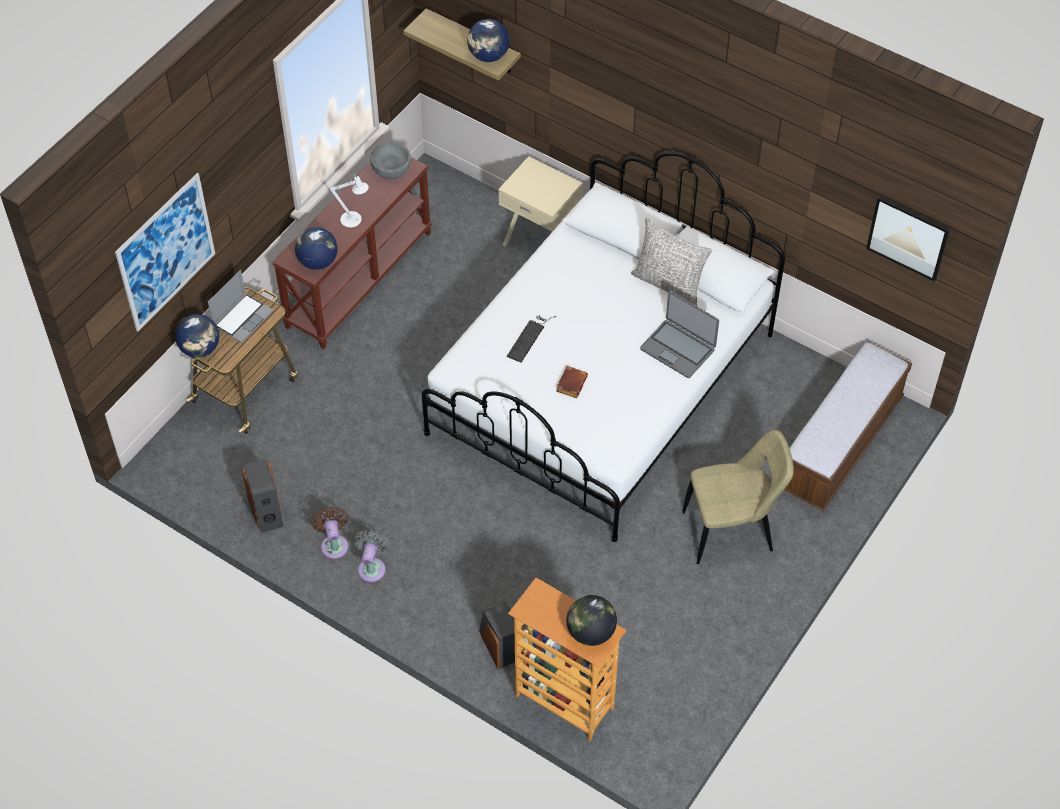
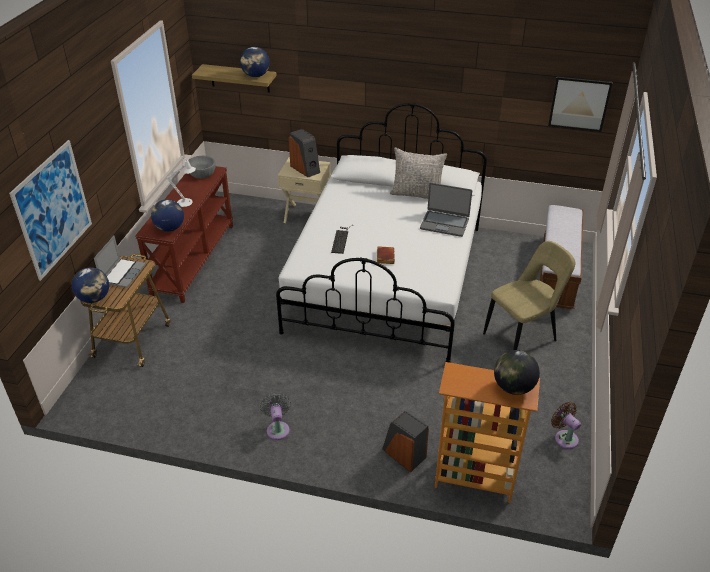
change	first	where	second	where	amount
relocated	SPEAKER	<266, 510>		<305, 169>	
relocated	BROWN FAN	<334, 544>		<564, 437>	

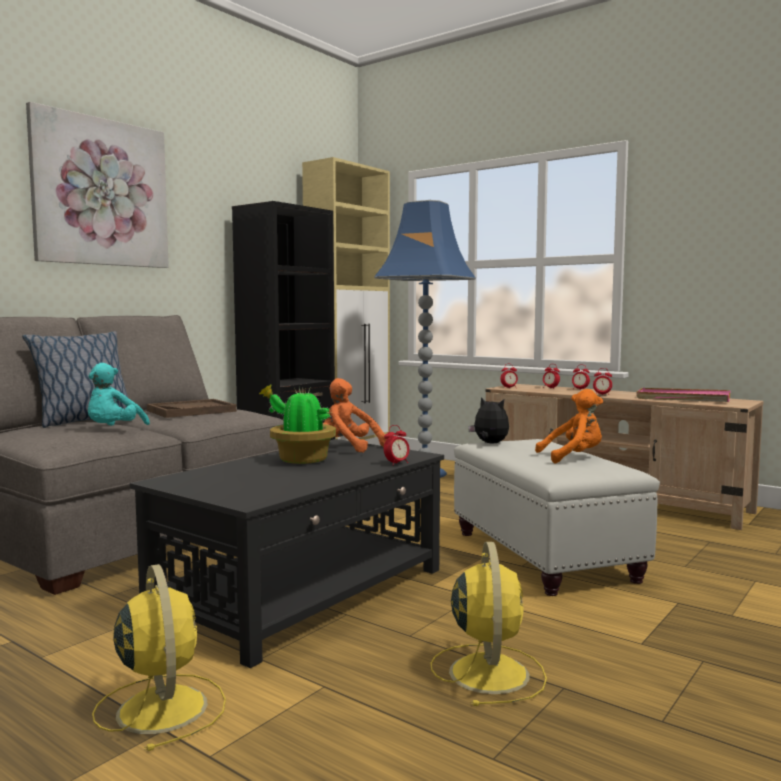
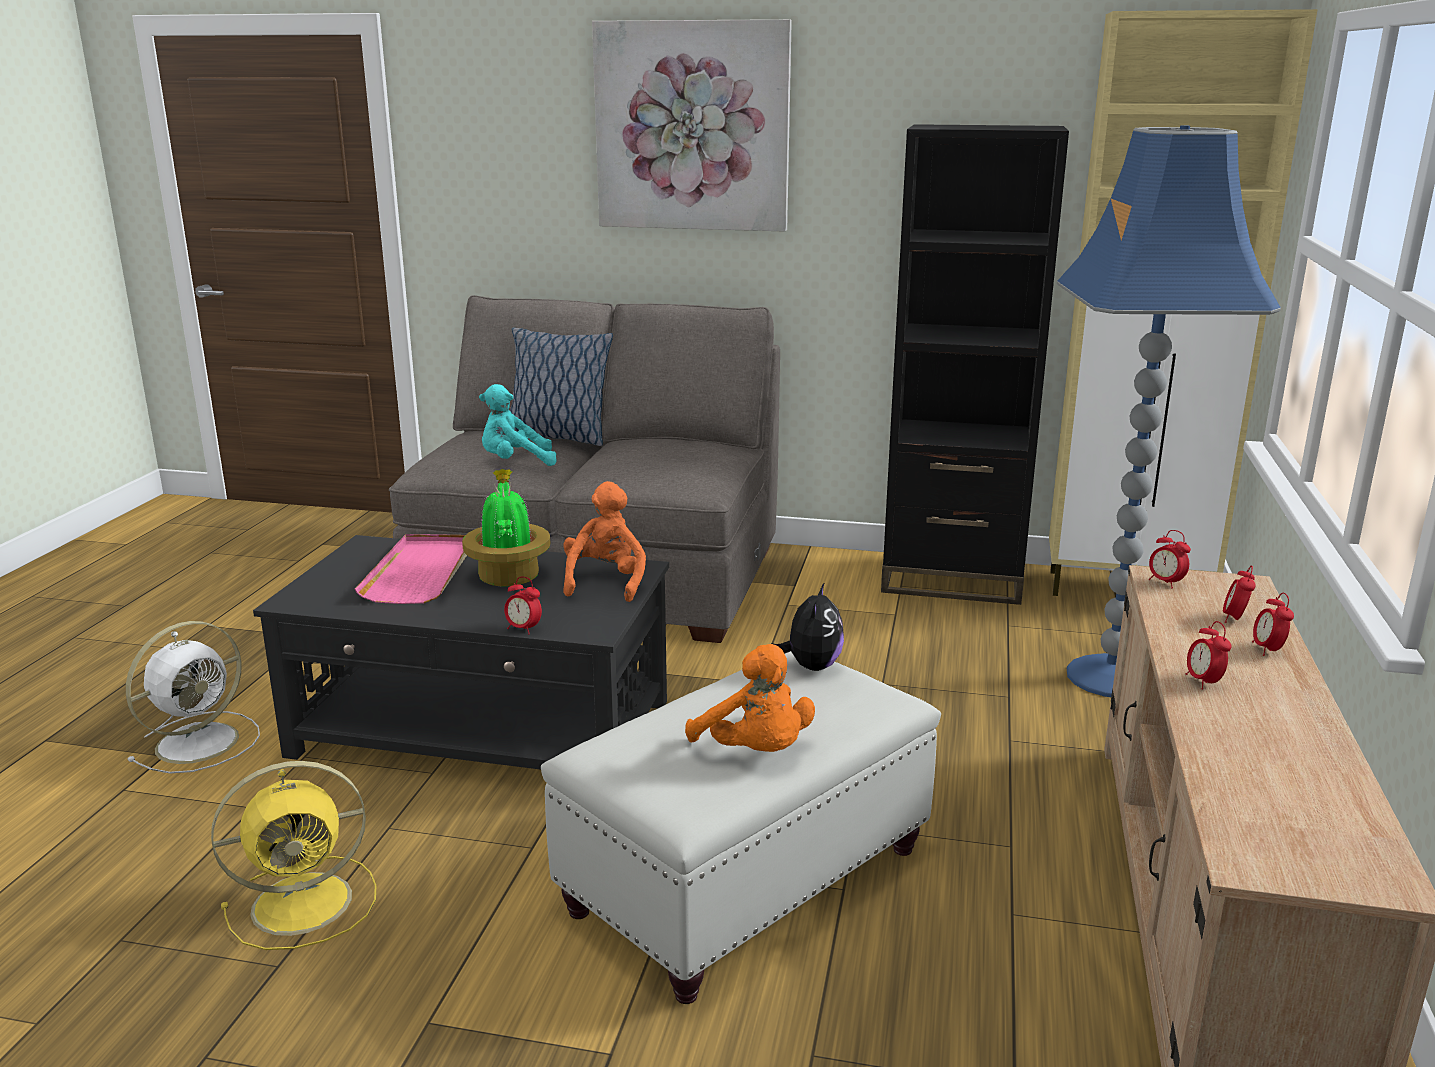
change	first	where	second	where	amount
colour	YELLOW FAN	<161, 707>	WHITE FAN	<201, 741>	
missing	BROWN TRAY	<191, 411>			
relocated	PINK TRAY	<682, 398>		<421, 572>	

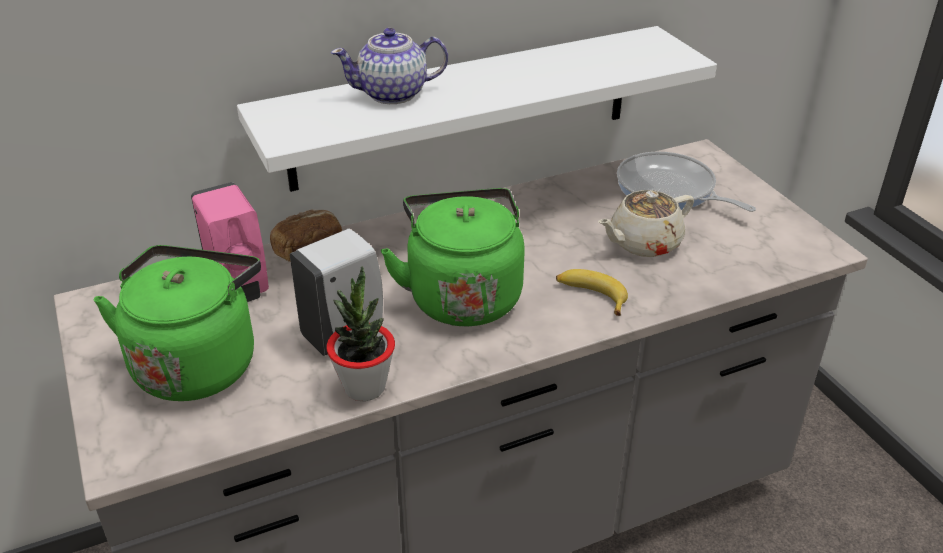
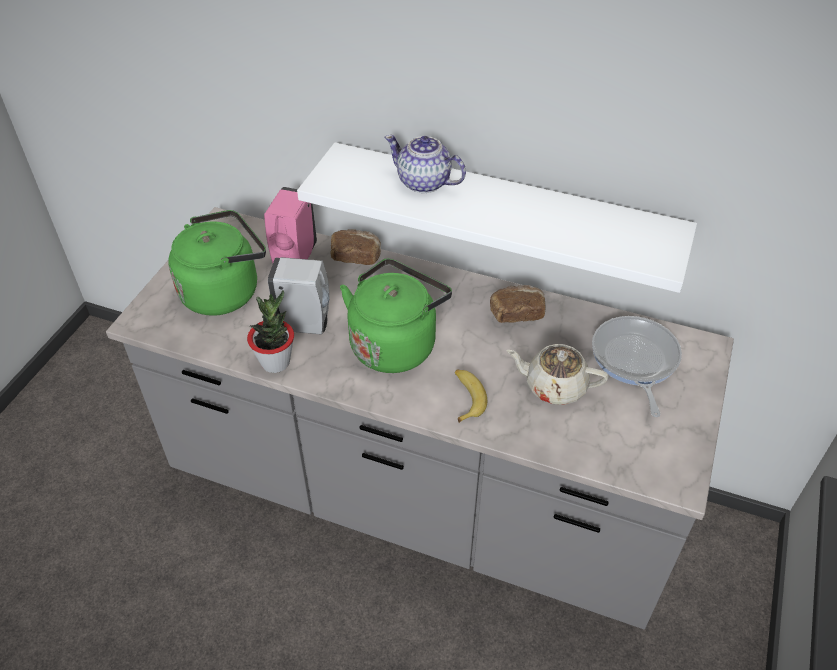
change	first	where	second	where	amount
appeared			BREAD	<516, 313>	

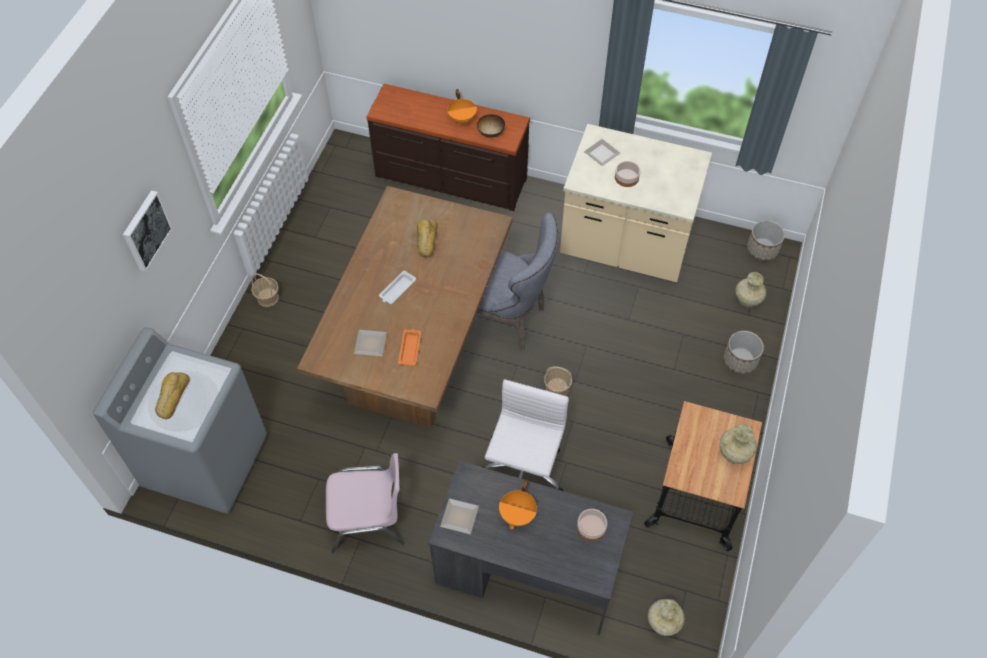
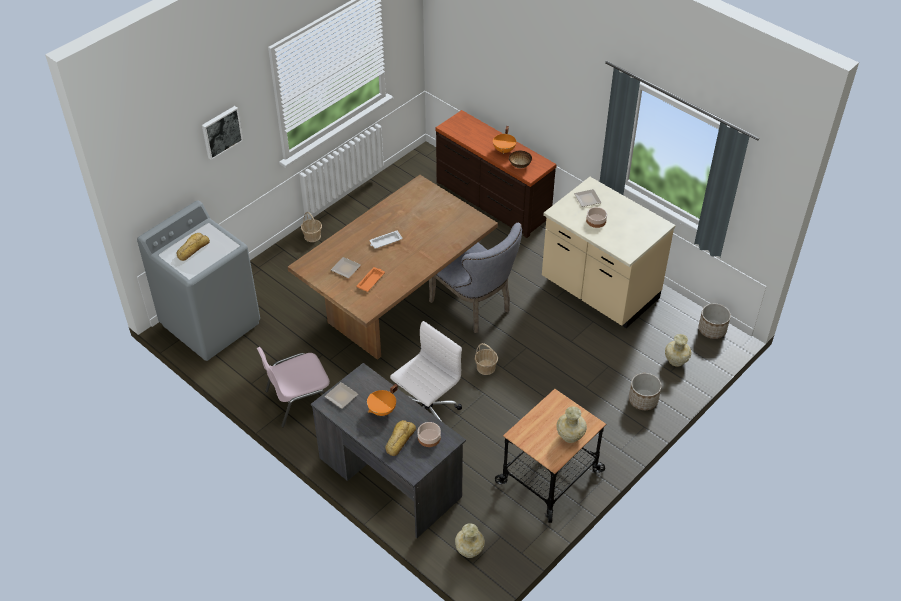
change	first	where	second	where	amount
spun	PINK CHAIR	<369, 517>		<299, 400>	135 degrees clockwise
relocated	BREAD	<426, 240>		<399, 440>	

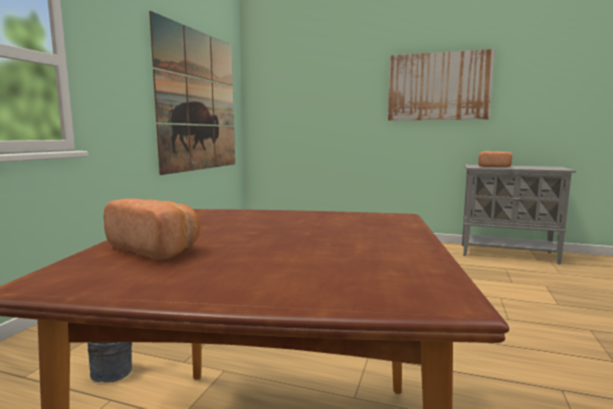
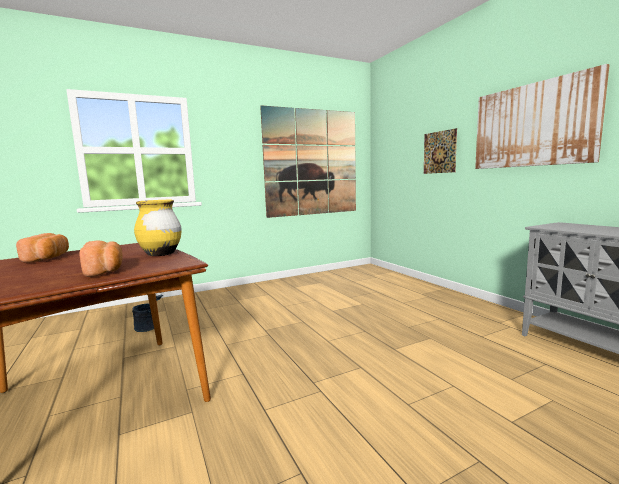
change	first	where	second	where	amount
relocated	BREAD	<493, 166>		<105, 271>	
appeared			YELLOW VASE	<161, 254>	
appeared			PICTURE	<439, 152>	

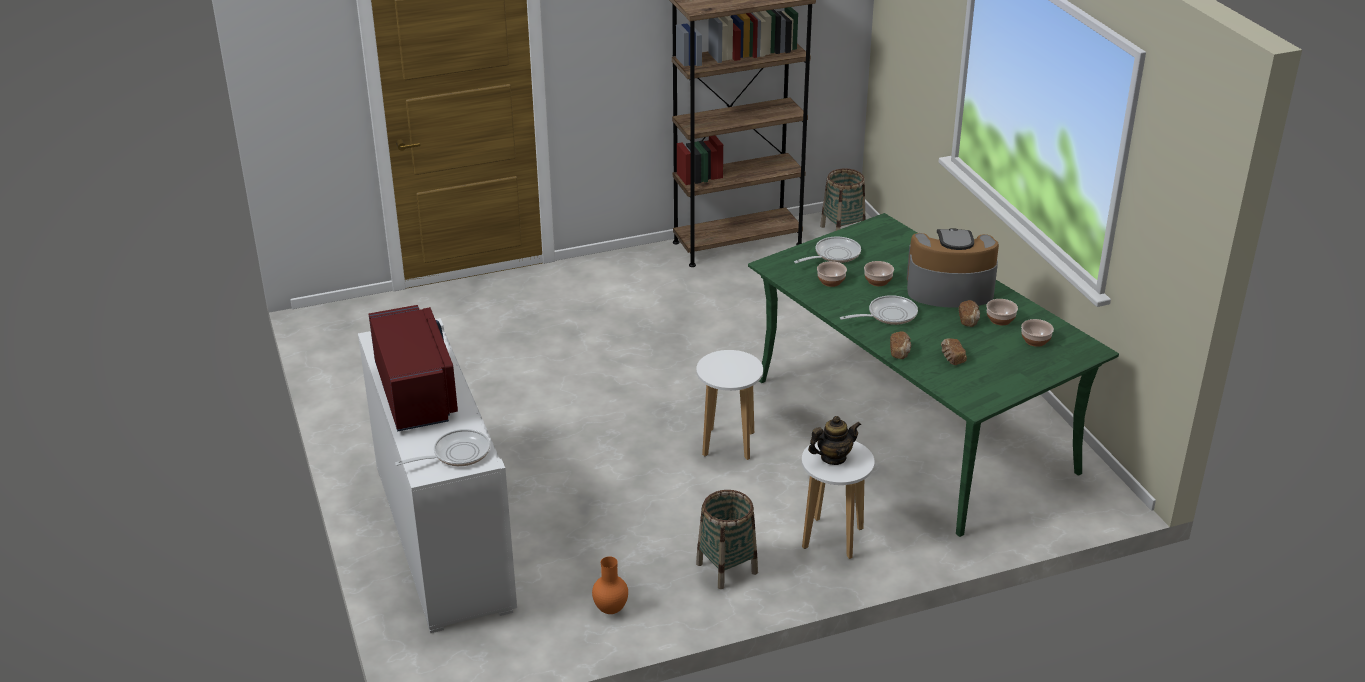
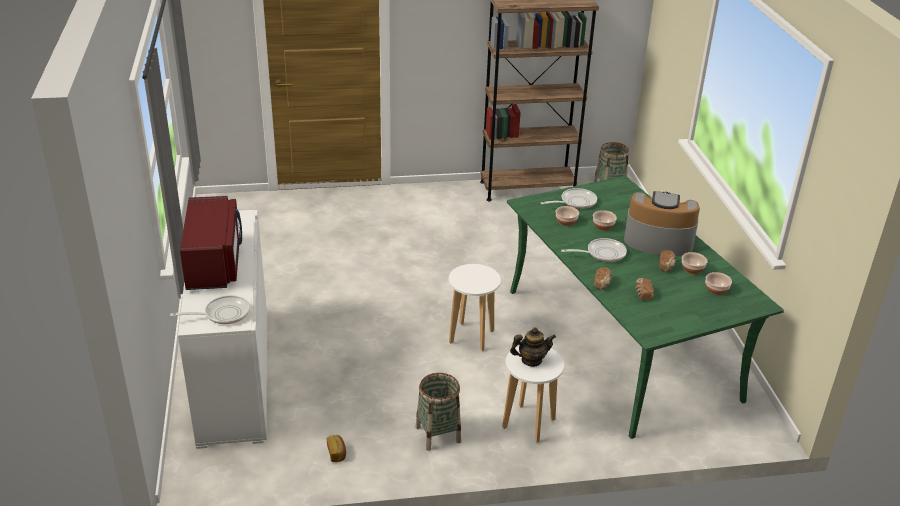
change	first	where	second	where	amount
exchanged	ORANGE VASE	<610, 610>	BREAD	<337, 453>	

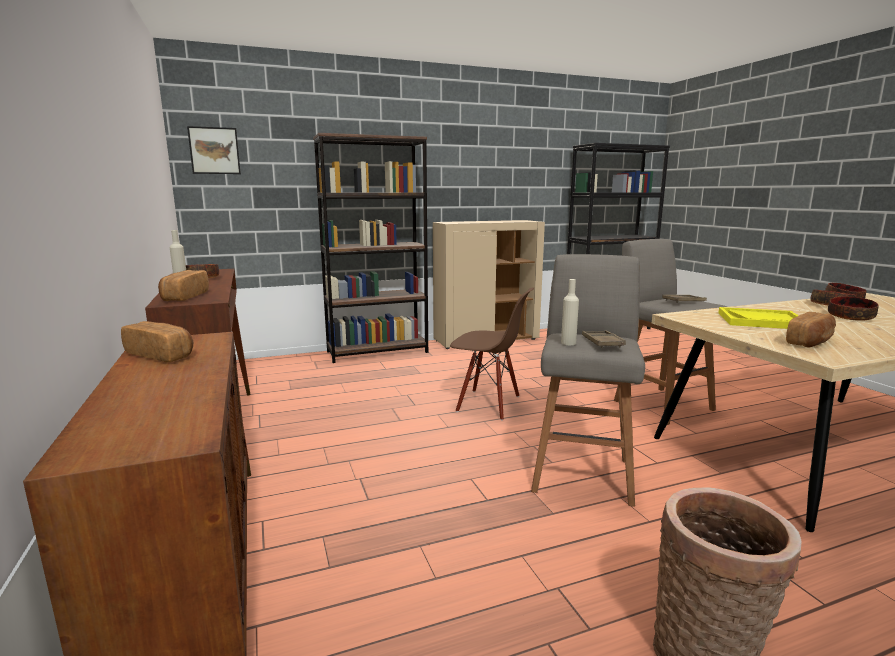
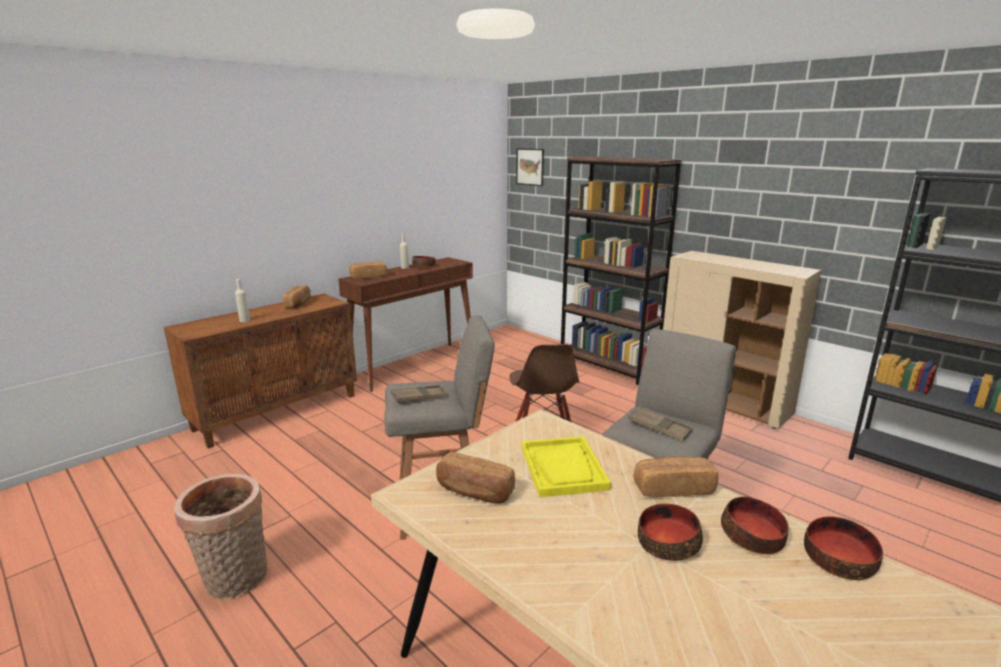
change	first	where	second	where	amount
relocated	BEIGE BOTTLE	<568, 343>		<244, 320>	
appeared			BREAD	<673, 488>	

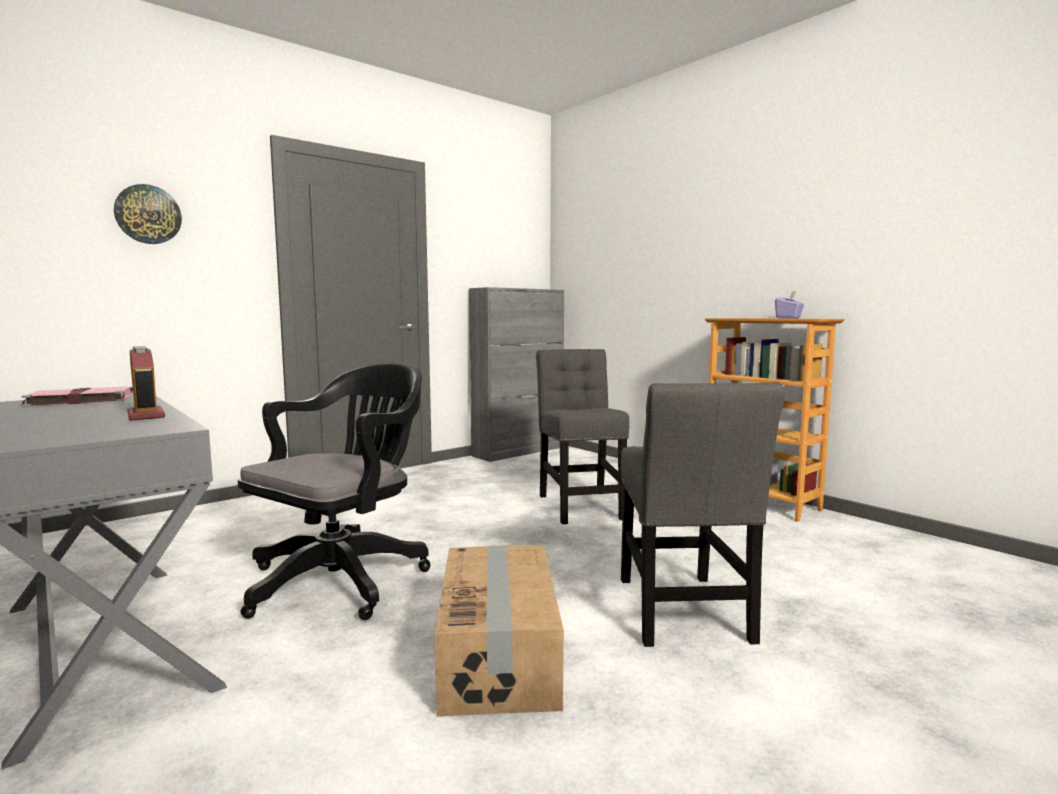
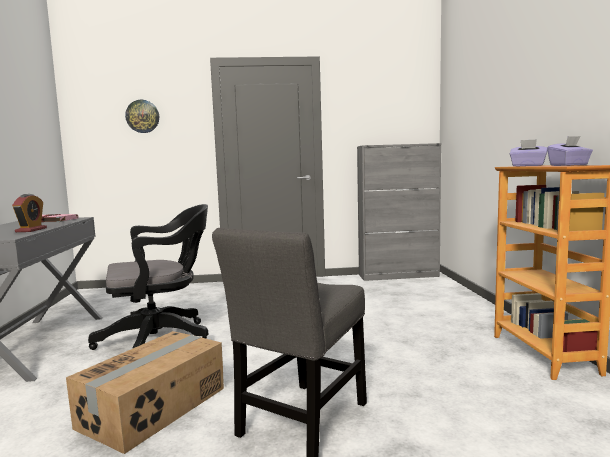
change	first	where	second	where	amount
missing	GREY CHAIR	<580, 505>			
appeared			PURPLE TISSUE BOX	<527, 166>	

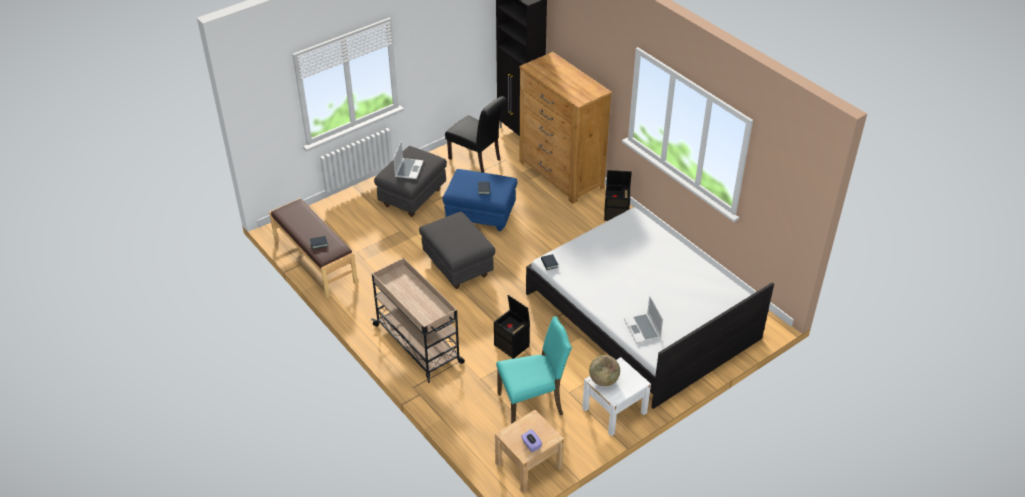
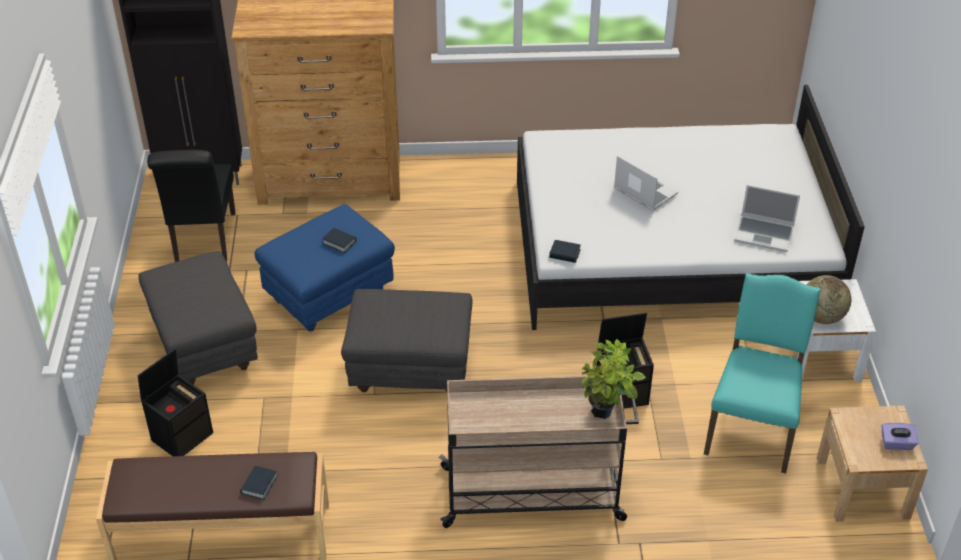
change	first	where	second	where	amount
relocated	LAPTOP	<408, 169>		<644, 192>	
spun	BLACK CHAIR	<477, 160>		<203, 241>	105 degrees clockwise
relocated	BLACK STORAGE BOX	<616, 214>		<182, 435>	
appeared			POTTED PLANT	<606, 415>	

